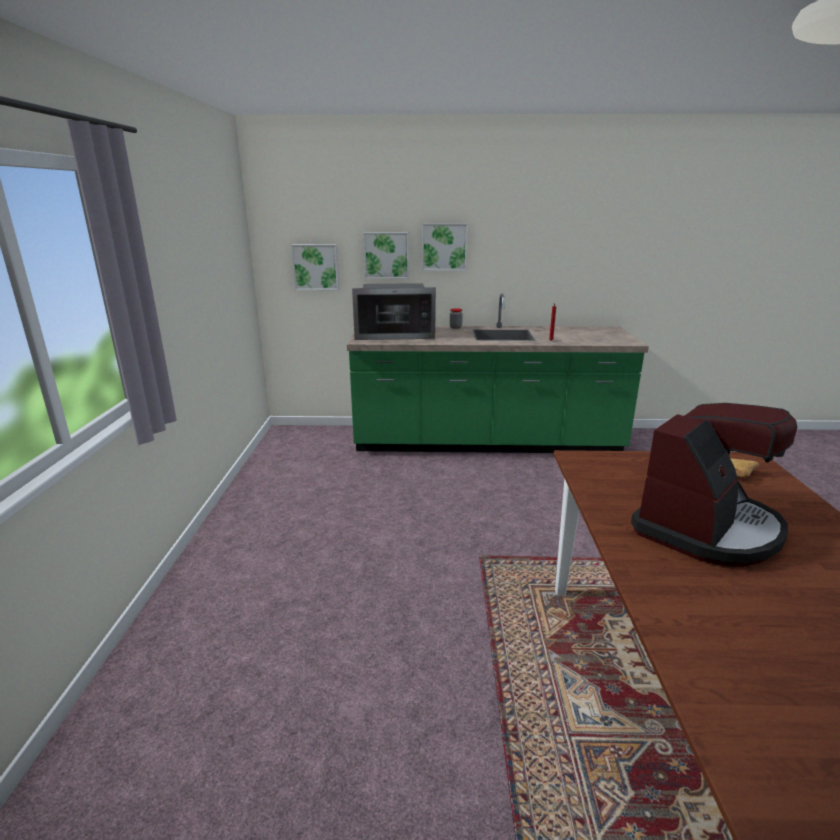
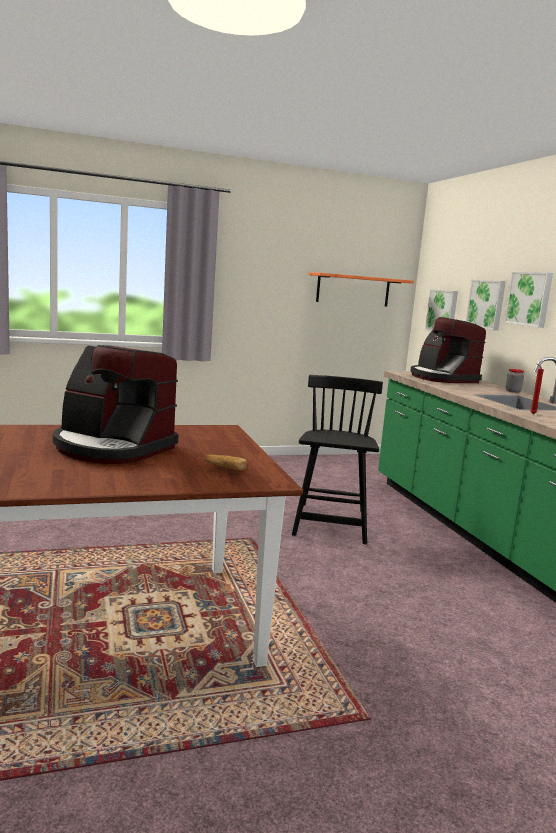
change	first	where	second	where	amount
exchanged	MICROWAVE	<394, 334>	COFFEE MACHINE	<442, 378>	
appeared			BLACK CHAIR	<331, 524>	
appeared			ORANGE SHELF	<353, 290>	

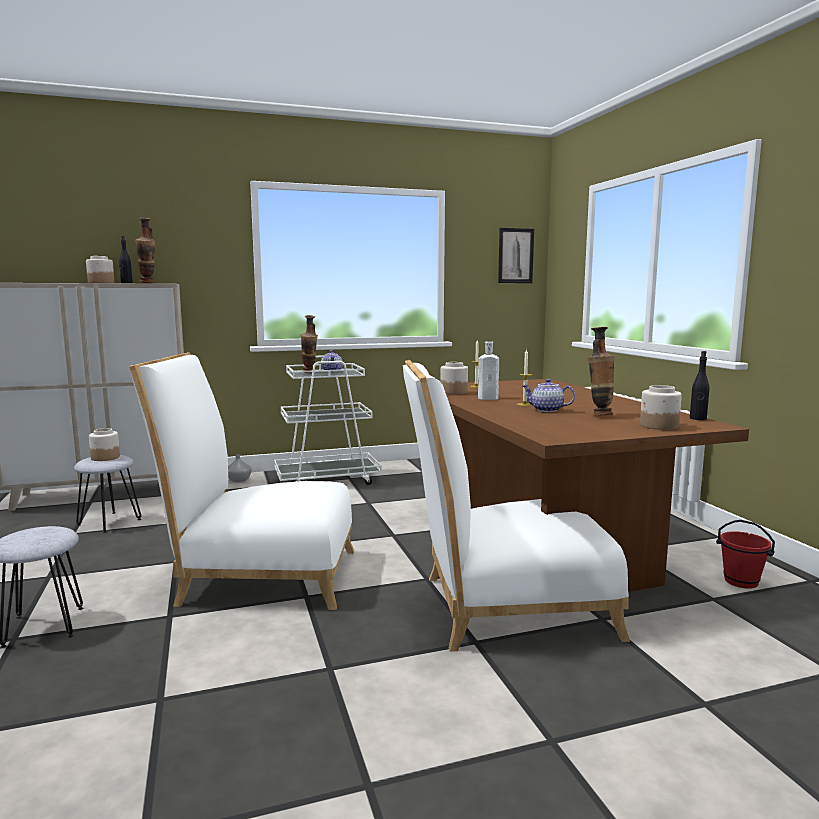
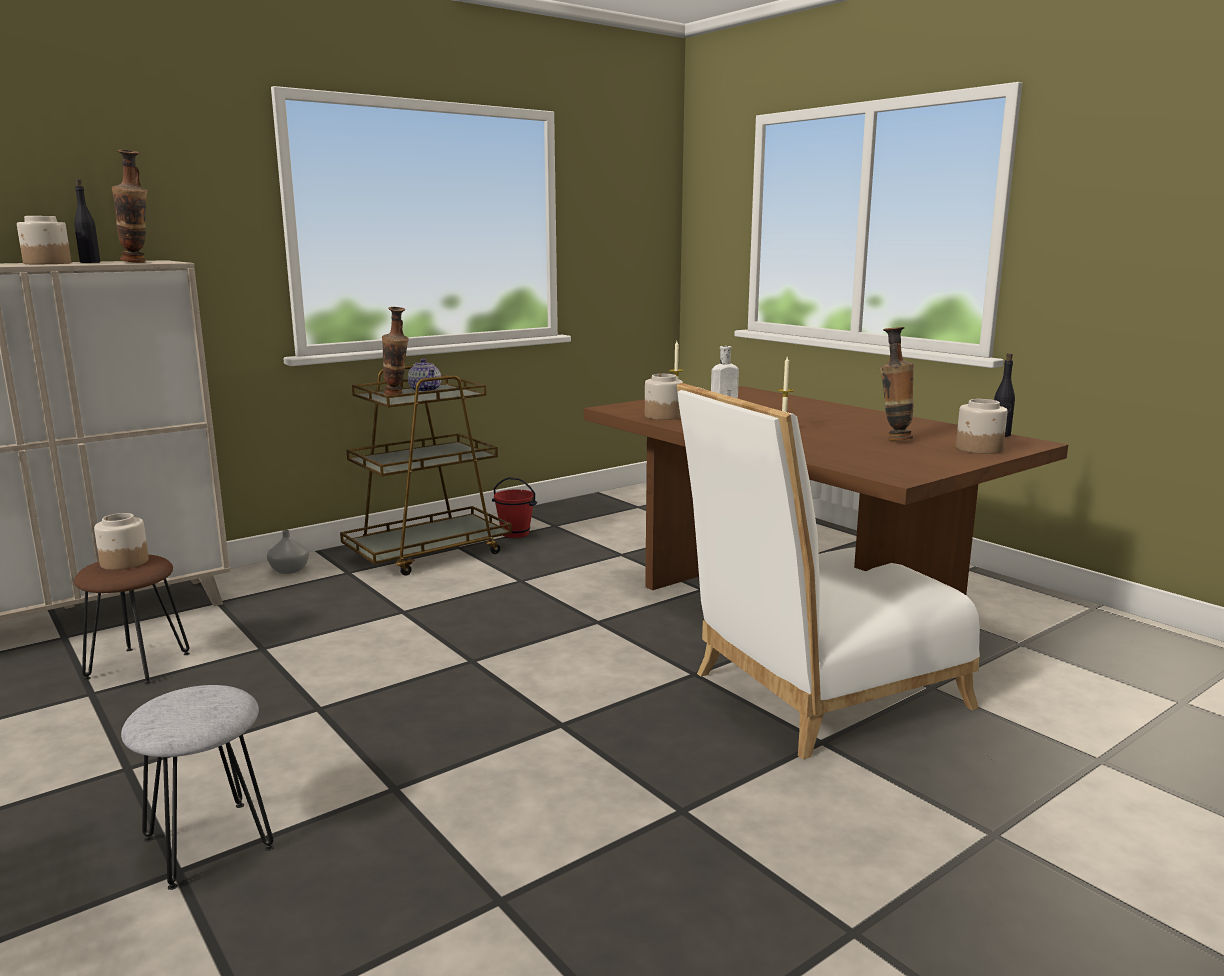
change	first	where	second	where	amount
colour	GREY STOOL	<110, 522>	BROWN STOOL	<138, 665>	
missing	WHITE CHAIR	<259, 576>			
colour	WHITE CART	<327, 480>	BROWN CART	<429, 553>	
missing	PICTURE	<515, 255>			
missing	TEAPOT	<546, 410>			
relocated	RED BUCKET	<740, 582>		<515, 534>	

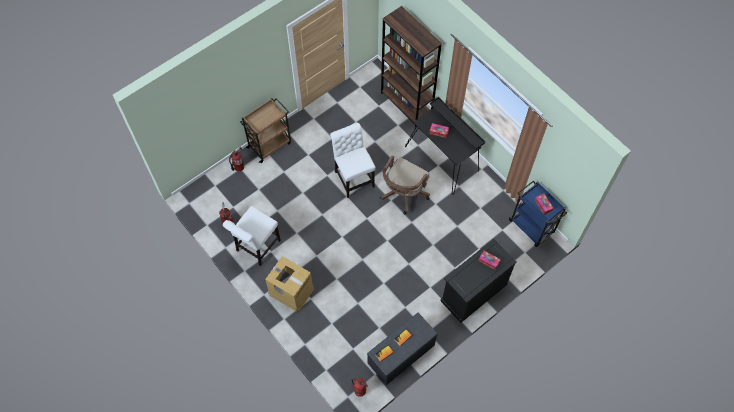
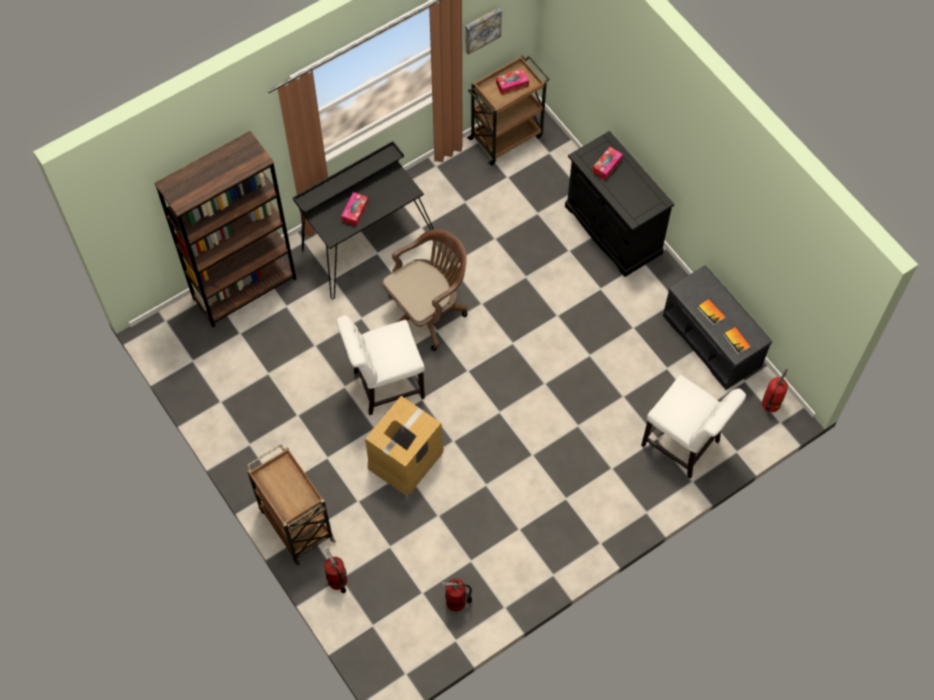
change	first	where	second	where	amount
relocated	WHITE CHAIR	<256, 247>		<684, 446>	
relocated	CARDBOARD BOX	<291, 291>		<405, 459>	
spun	BROWN OFFICE CHAIR	<403, 194>		<427, 311>	75 degrees counterclockwise
colour	BLUE CART	<532, 227>	BROWN CART	<506, 137>	
appeared			PICTURE	<482, 29>	

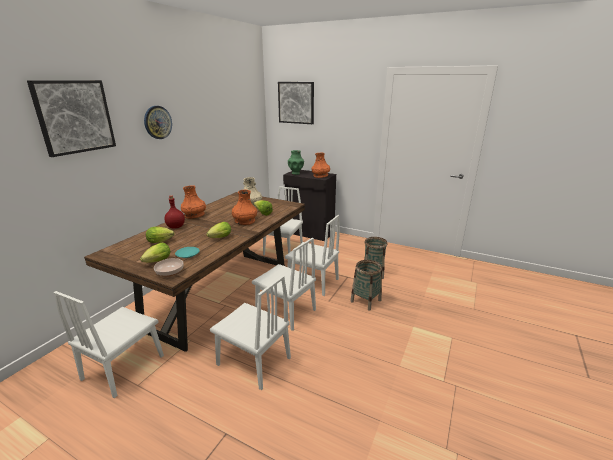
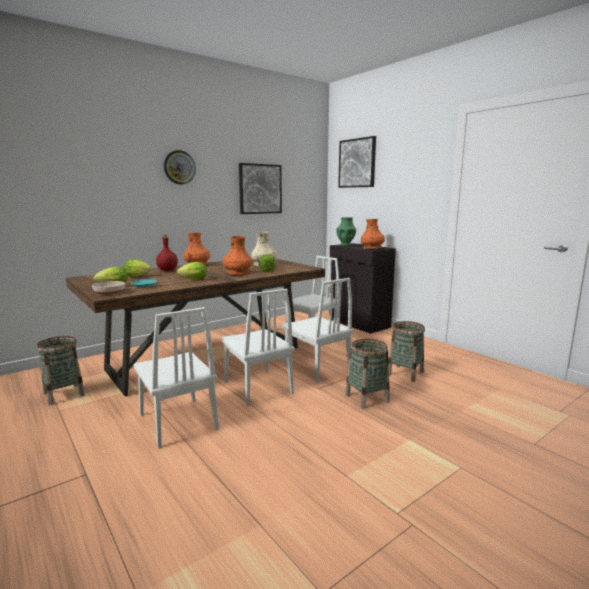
change	first	where	second	where	amount
relocated	PICTURE	<75, 117>		<260, 189>	
exchanged	WHITE CHAIR	<123, 367>	BASKET	<64, 394>	

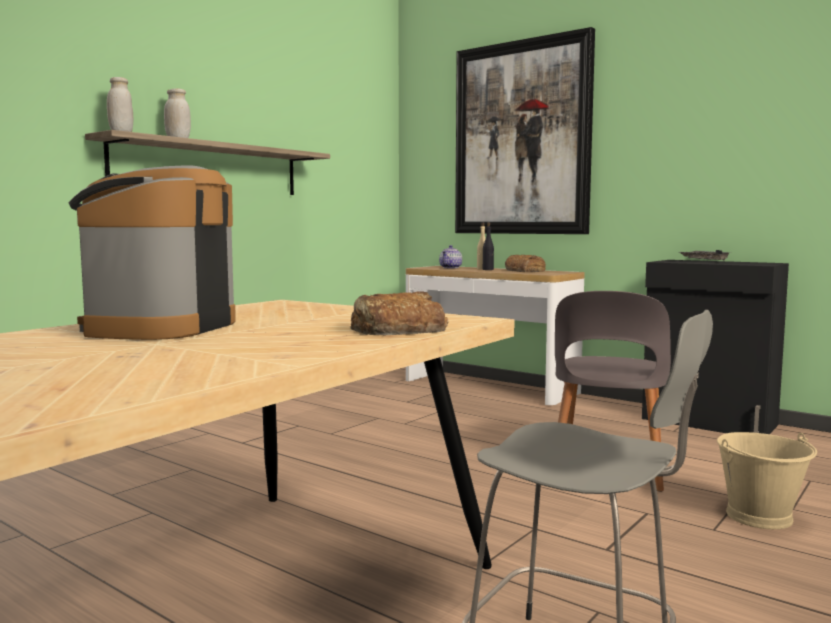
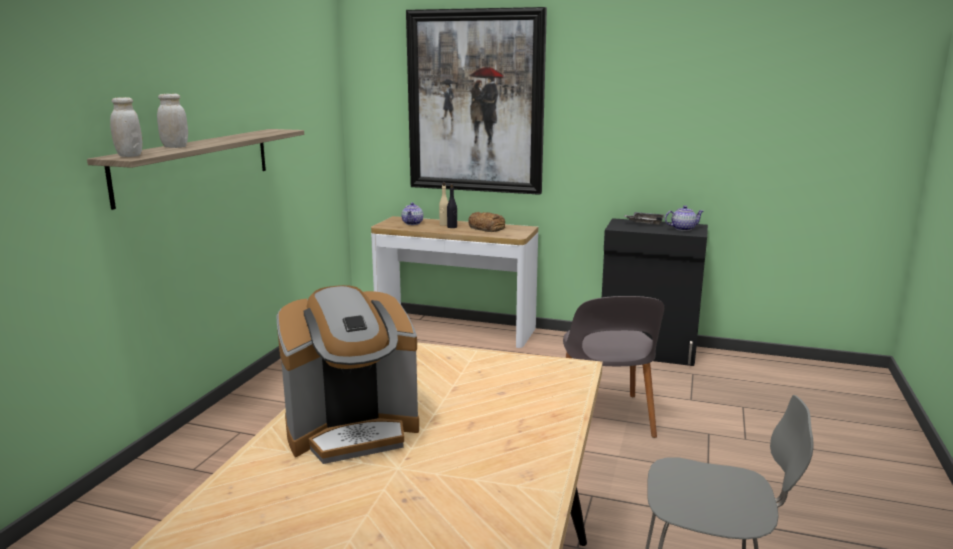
change	first	where	second	where	amount
spun	COFFEE MACHINE	<159, 328>		<352, 431>	105 degrees counterclockwise
missing	BREAD	<396, 329>			
missing	BEIGE BUCKET	<760, 516>			
appeared			TEAPOT	<682, 229>	

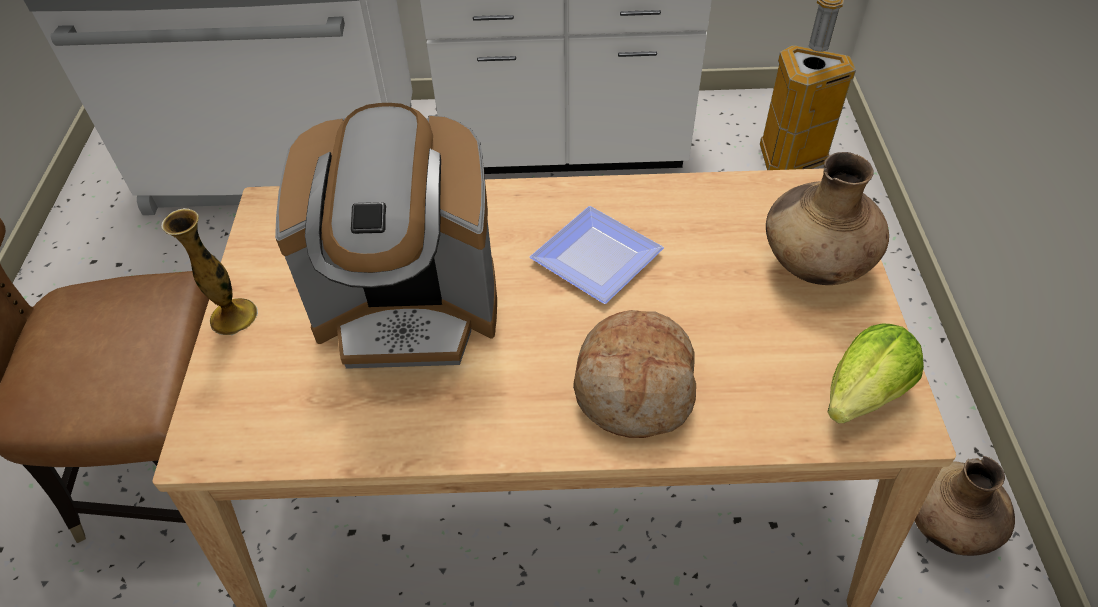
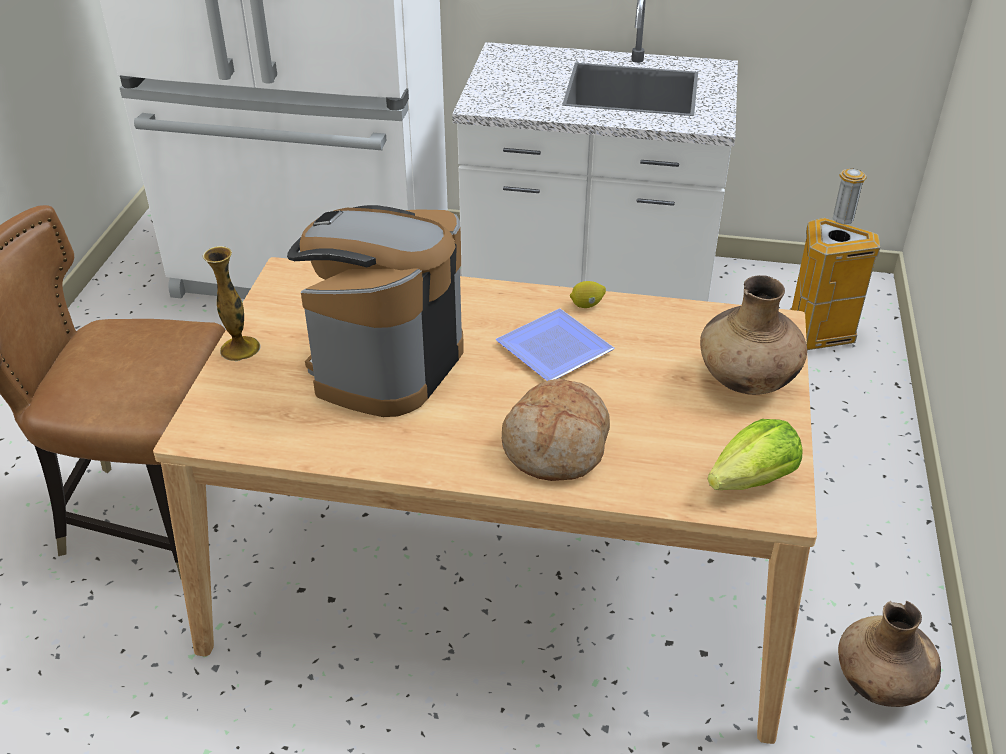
change	first	where	second	where	amount
spun	COFFEE MACHINE	<410, 309>		<385, 364>	105 degrees clockwise
appeared			LEMON	<587, 305>	

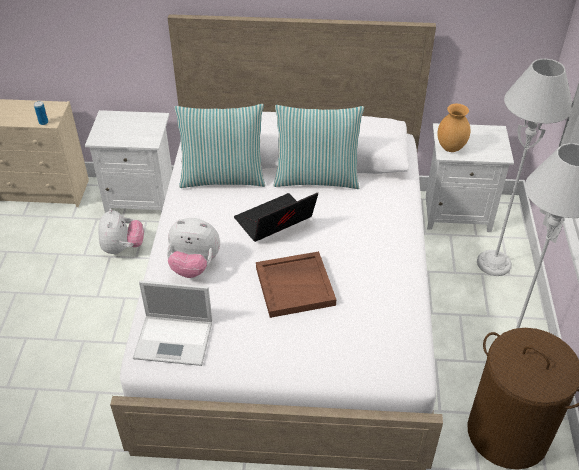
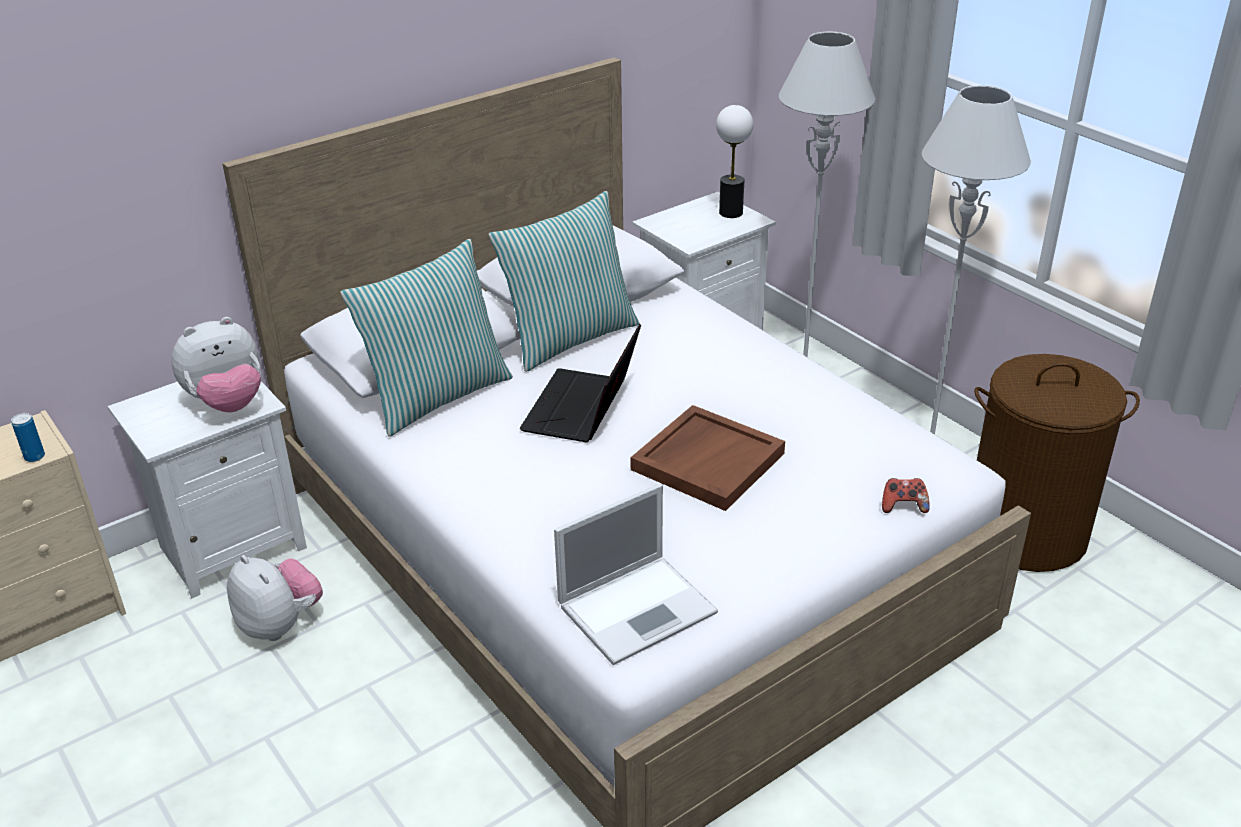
change	first	where	second	where	amount
relocated	PLUSH TOY	<194, 266>		<227, 403>	
missing	BROWN VASE	<451, 148>			
appeared			TABLE LAMP	<730, 213>	
appeared			GAME CONTROLLER	<903, 506>	

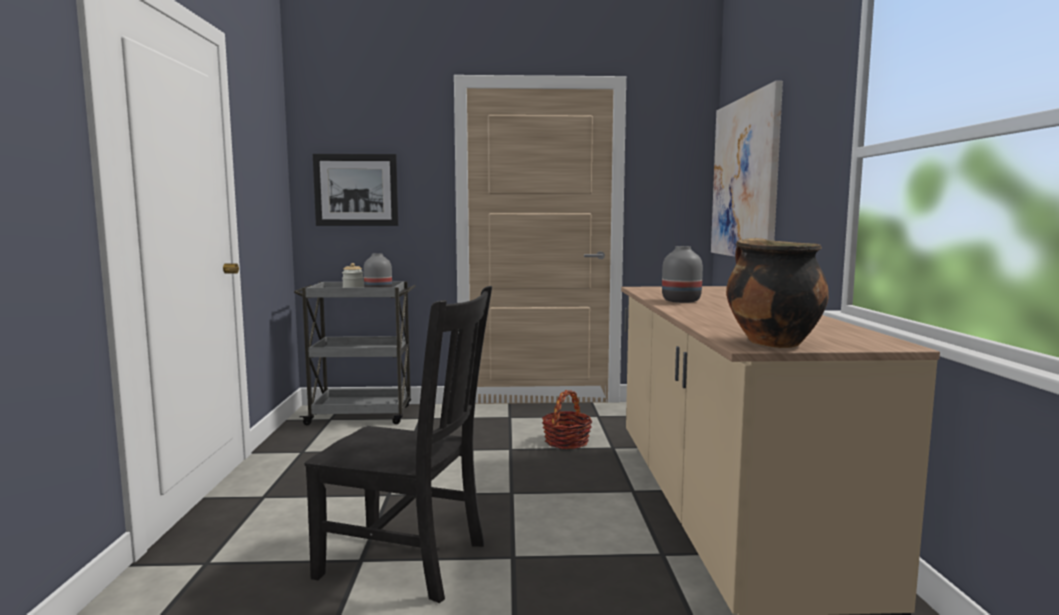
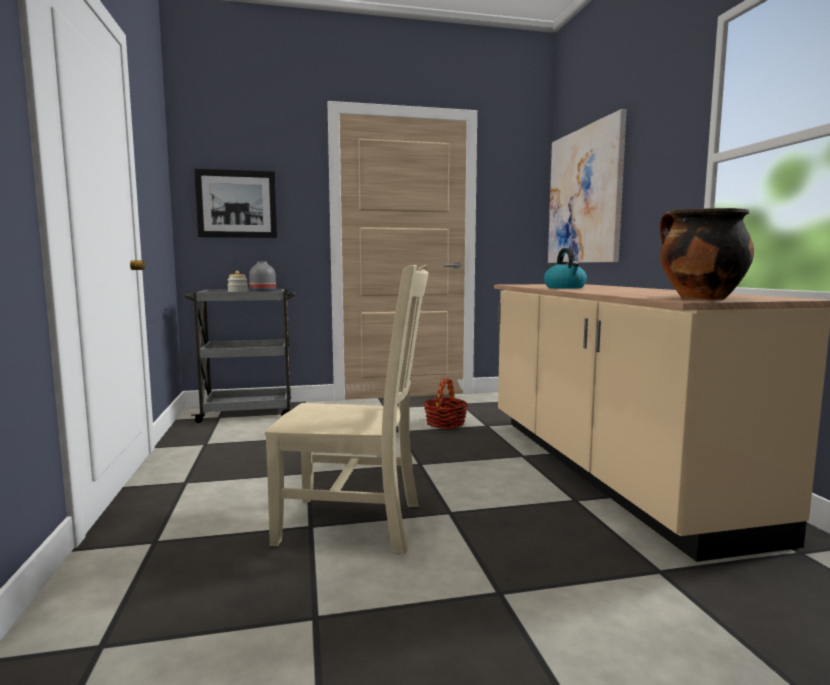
change	first	where	second	where	amount
colour	BLACK CHAIR	<407, 561>	BEIGE CHAIR	<355, 523>	
exchanged	GREY VASE	<681, 301>	KETTLE	<565, 287>	

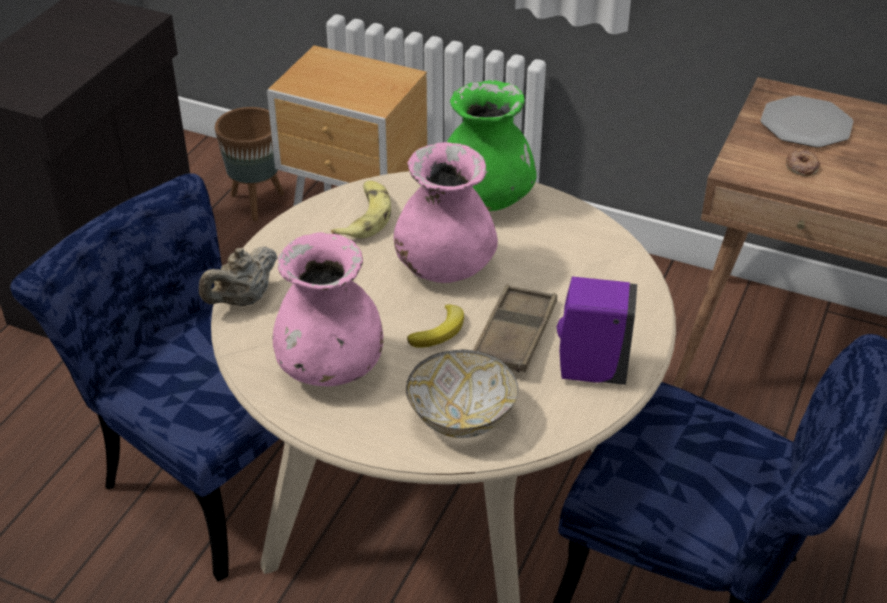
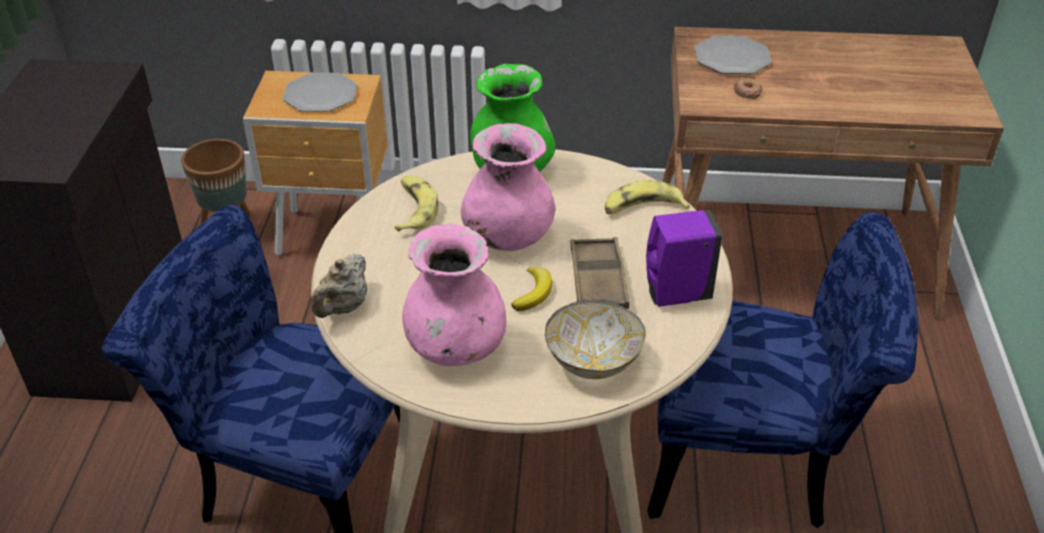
change	first	where	second	where	amount
appeared			PLATE	<320, 94>	
appeared			BANANA	<642, 208>	

